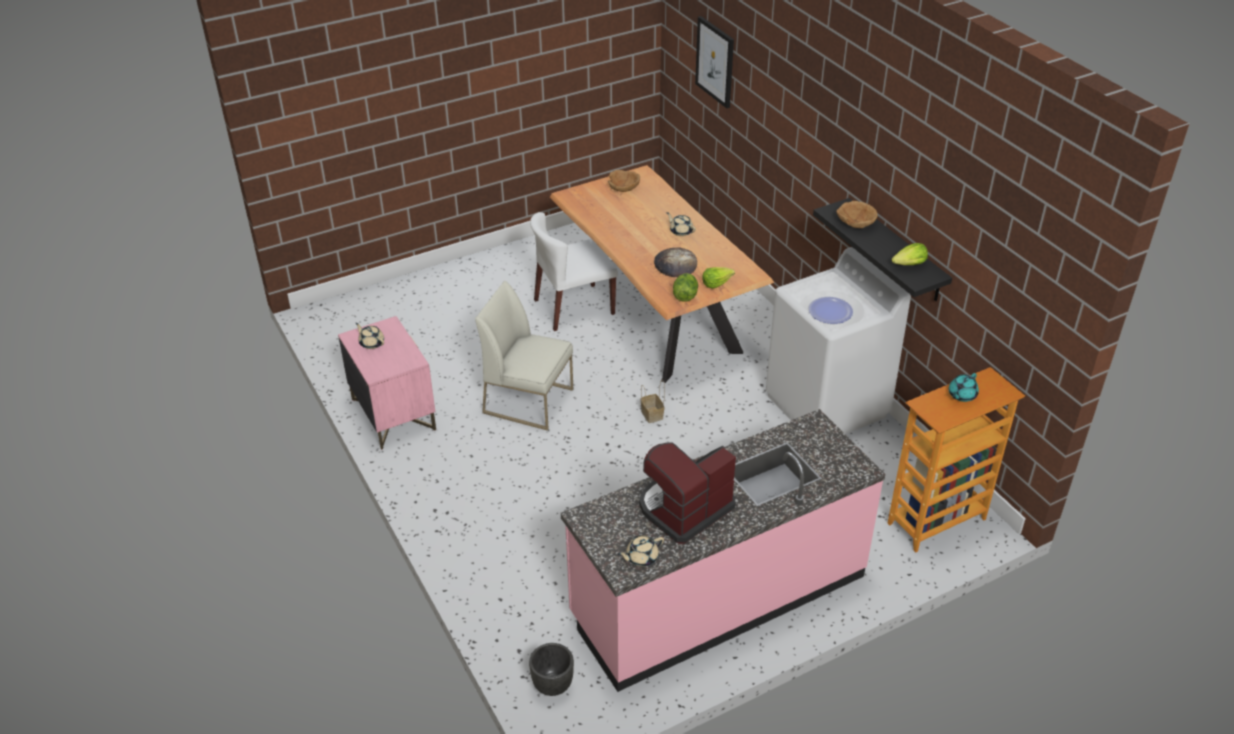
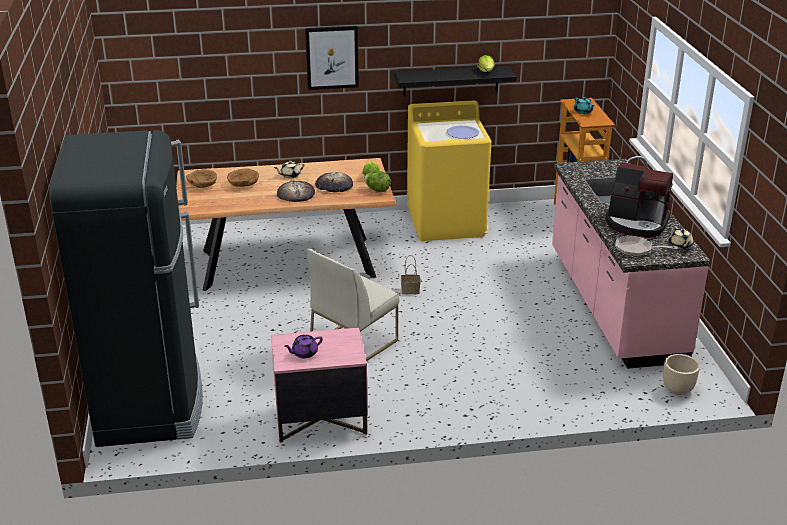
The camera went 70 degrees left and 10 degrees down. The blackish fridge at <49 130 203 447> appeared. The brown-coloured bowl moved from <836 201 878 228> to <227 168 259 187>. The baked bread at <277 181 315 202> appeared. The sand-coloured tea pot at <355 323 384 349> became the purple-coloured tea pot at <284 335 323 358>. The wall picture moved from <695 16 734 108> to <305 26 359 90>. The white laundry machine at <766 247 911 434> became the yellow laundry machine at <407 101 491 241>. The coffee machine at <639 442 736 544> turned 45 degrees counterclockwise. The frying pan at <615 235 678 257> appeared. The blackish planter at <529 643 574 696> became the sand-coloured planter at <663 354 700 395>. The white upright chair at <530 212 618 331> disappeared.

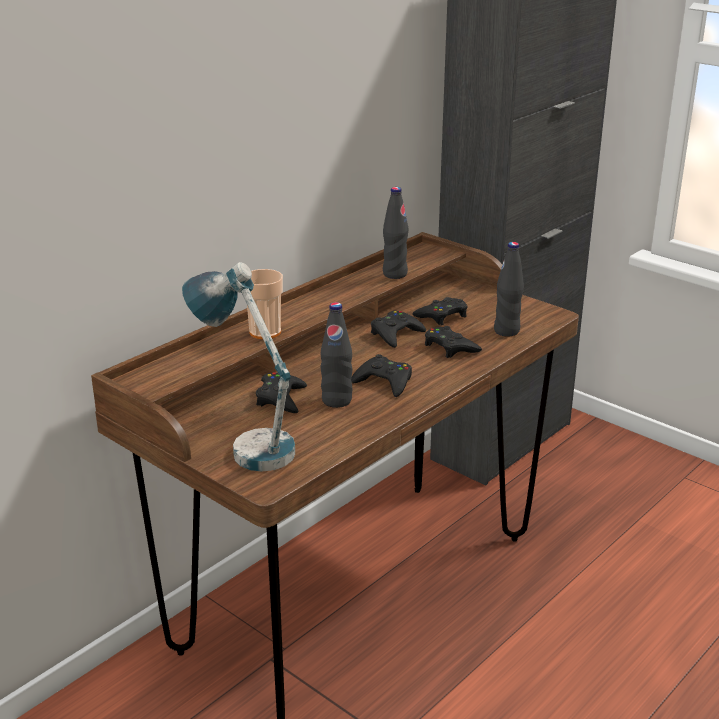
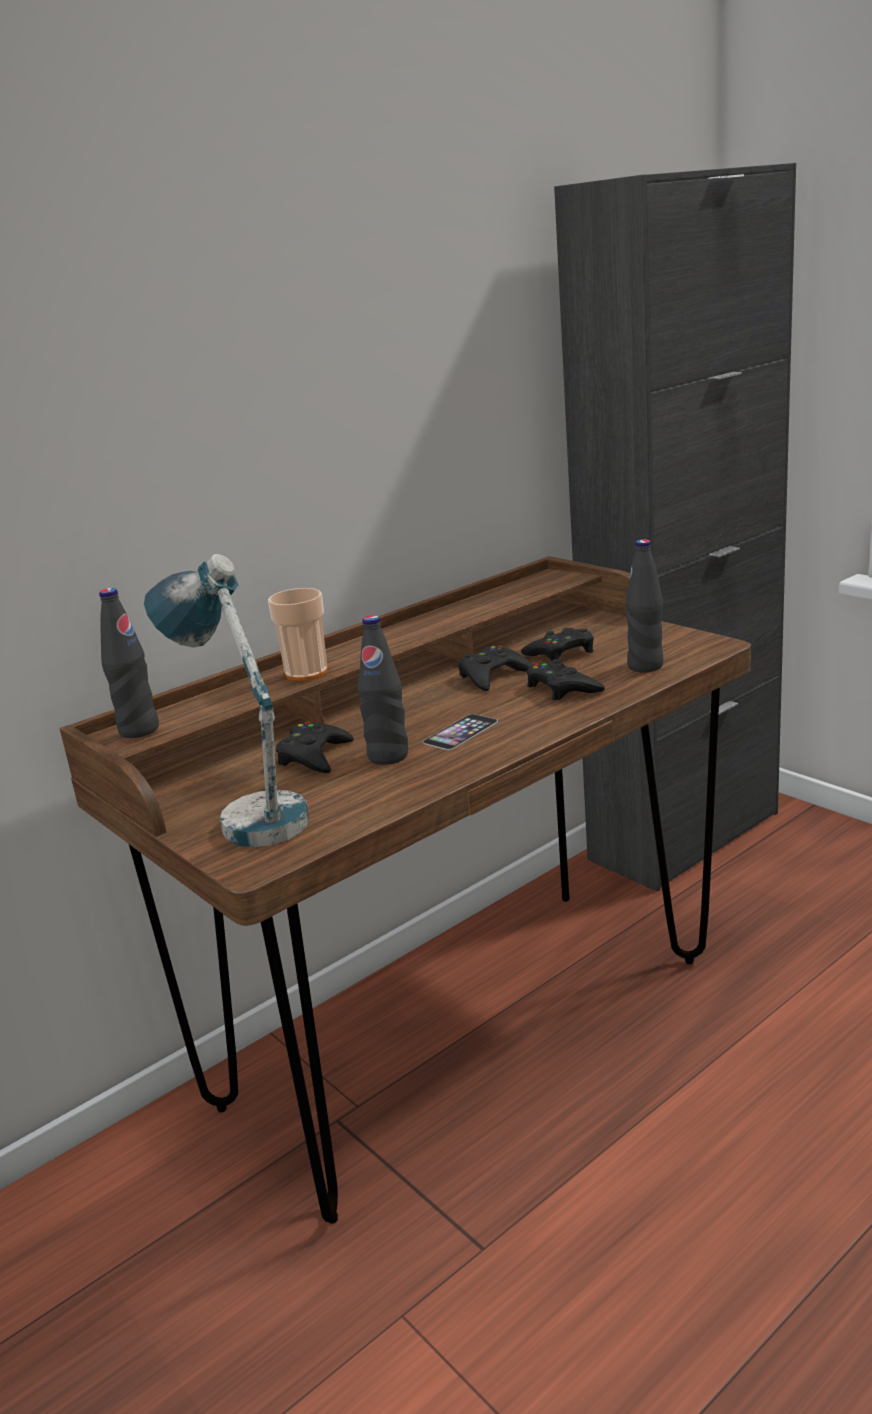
The camera went 10 degrees right and 5 degrees down. The blackish drink bottle moved from <383 187 408 279> to <99 588 159 738>. The blackish gamepad at <351 354 412 397> was replaced by the handset at <423 714 498 750>.

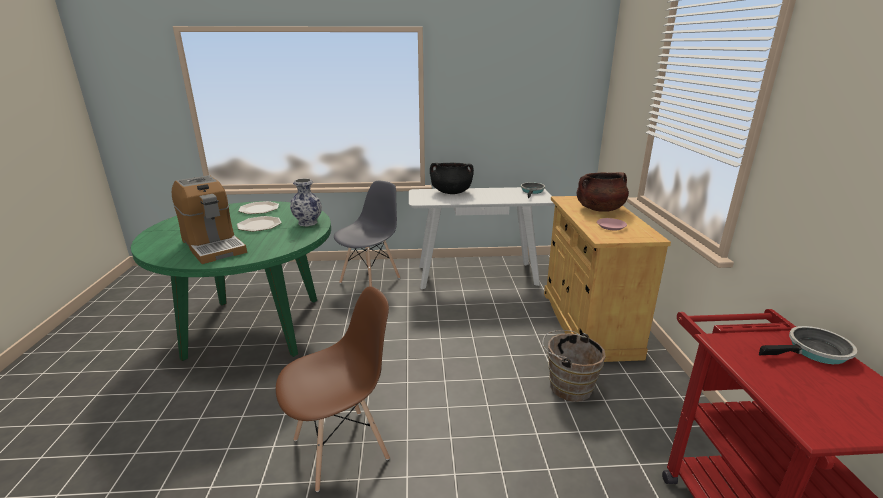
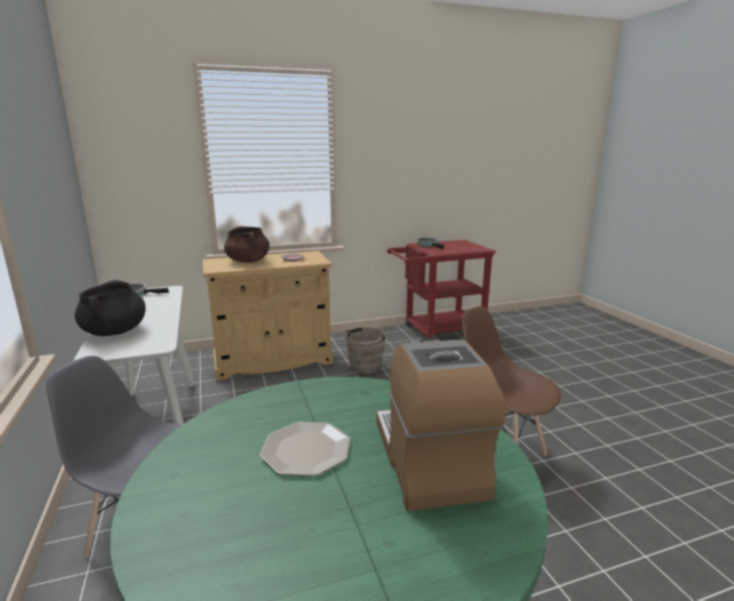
The camera went 105 degrees left and 5 degrees down. The coffee machine at <172 175 247 264> turned 45 degrees counterclockwise. The plate at <238 201 279 214> disappeared. The flower vase at <290 178 322 226> disappeared.

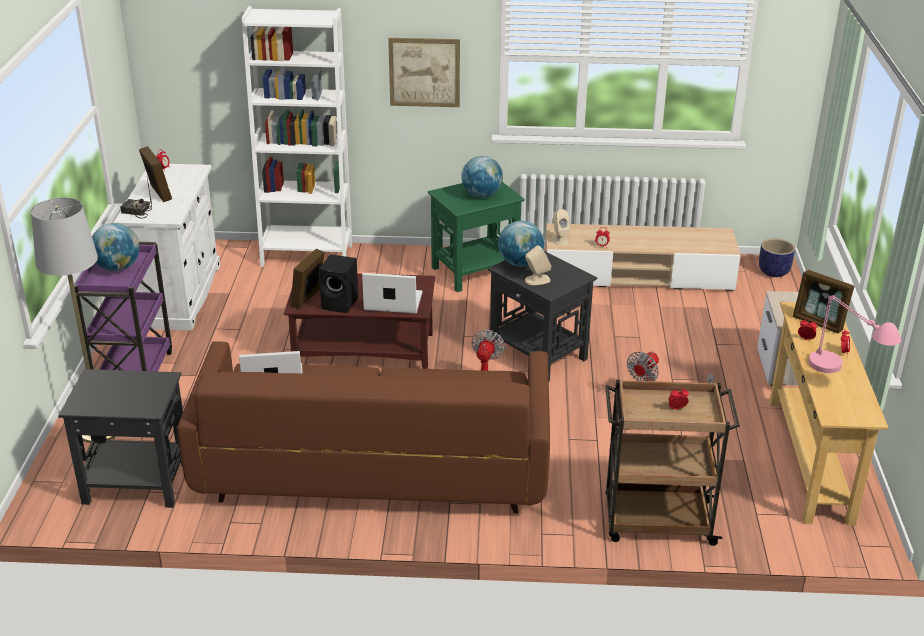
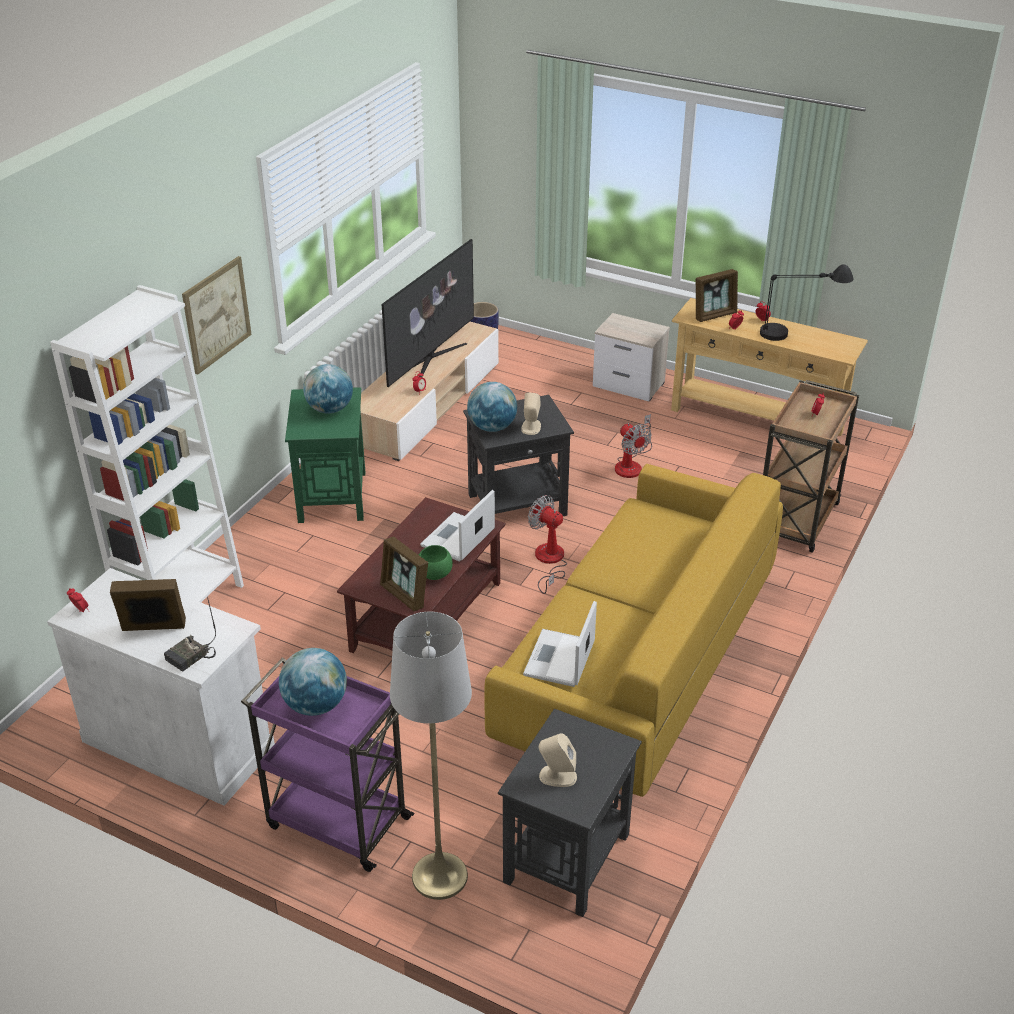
The camera went 65 degrees left and 5 degrees up. The TV set at <382 239 474 387> appeared. The blackish audio speaker at <319 254 358 313> was replaced by the greenish bowl at <419 545 453 580>. The brown-coloured sofa at <178 341 550 513> became the yellow sofa at <484 464 783 797>. The sand-coloured audio speaker moved from <551 209 570 245> to <539 733 577 787>. The pink-coloured table lamp at <809 295 901 373> became the blackish table lamp at <760 264 854 341>.

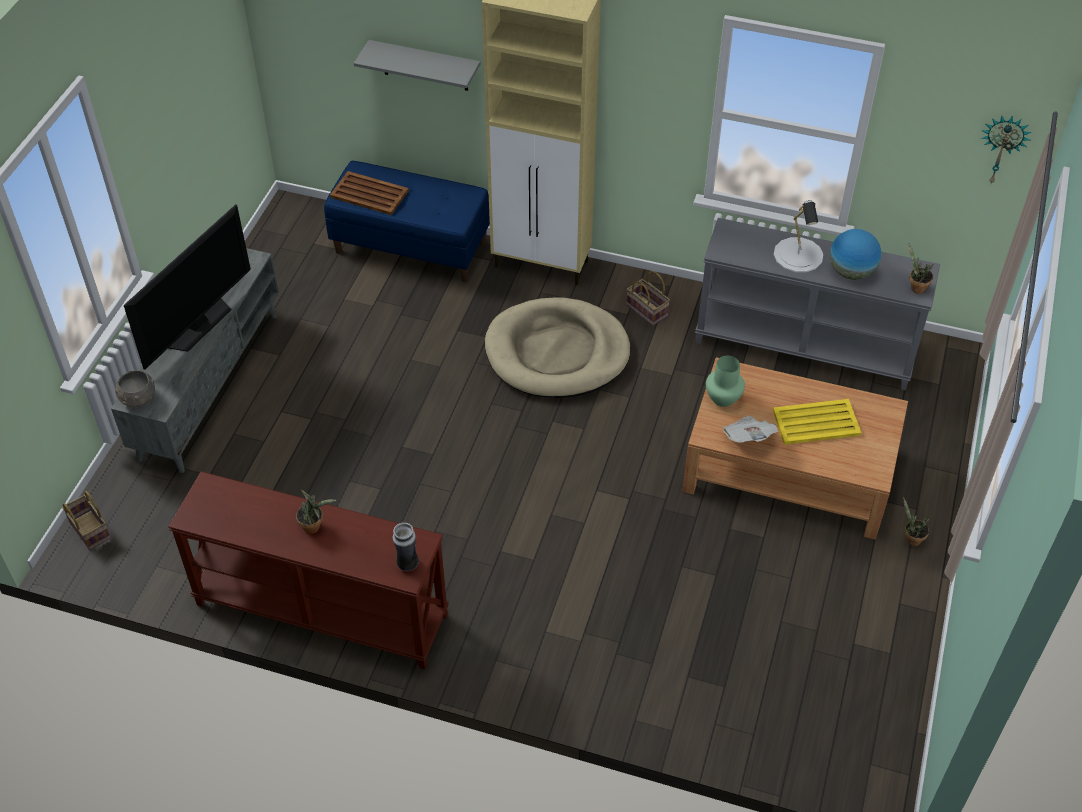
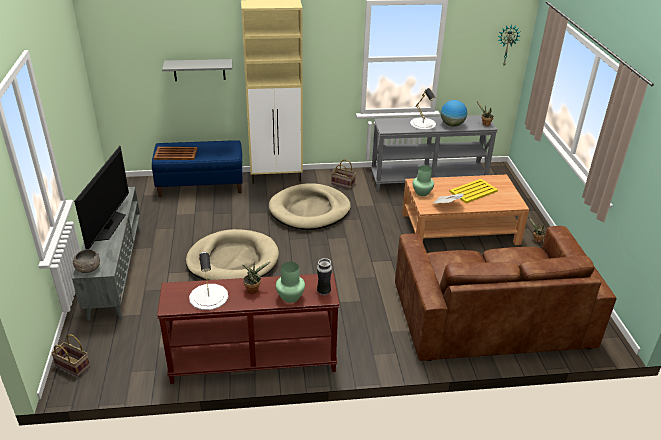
The camera went 25 degrees left and 15 degrees down. The sand-coloured pet bed at <186 229 279 280> appeared. The white table lamp at <189 252 228 310> appeared. The greenish flower vase at <276 262 305 303> appeared. The brown-coloured sofa at <395 226 617 361> appeared.

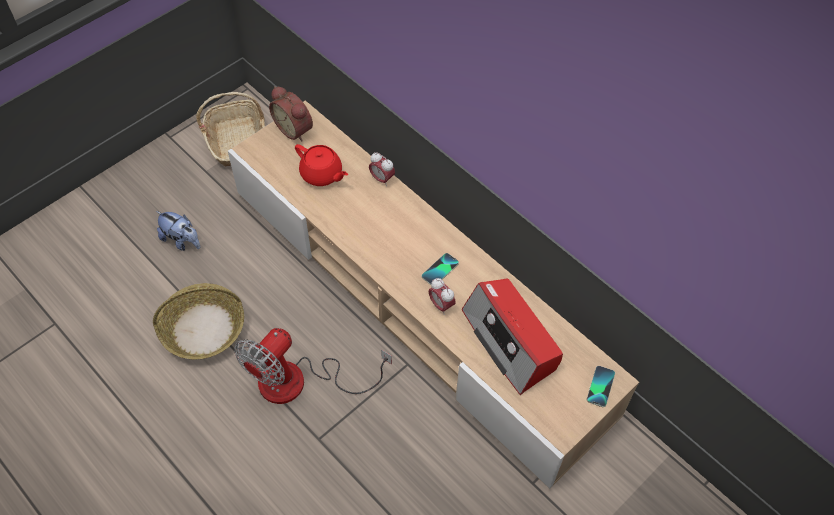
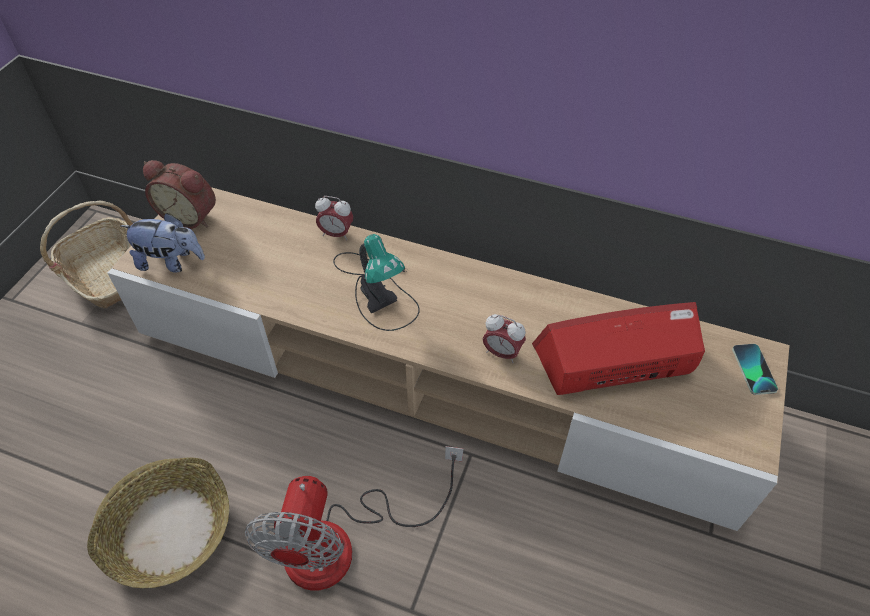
The camera went 25 degrees left and 5 degrees down. The soft toy moved from <156 211 200 251> to <120 213 205 273>. The table lamp at <333 234 420 331> appeared. The radio receiver at <462 278 563 395> turned 135 degrees clockwise. The red-coloured tea pot at <295 144 348 186> disappeared. The handset at <422 253 459 285> disappeared.

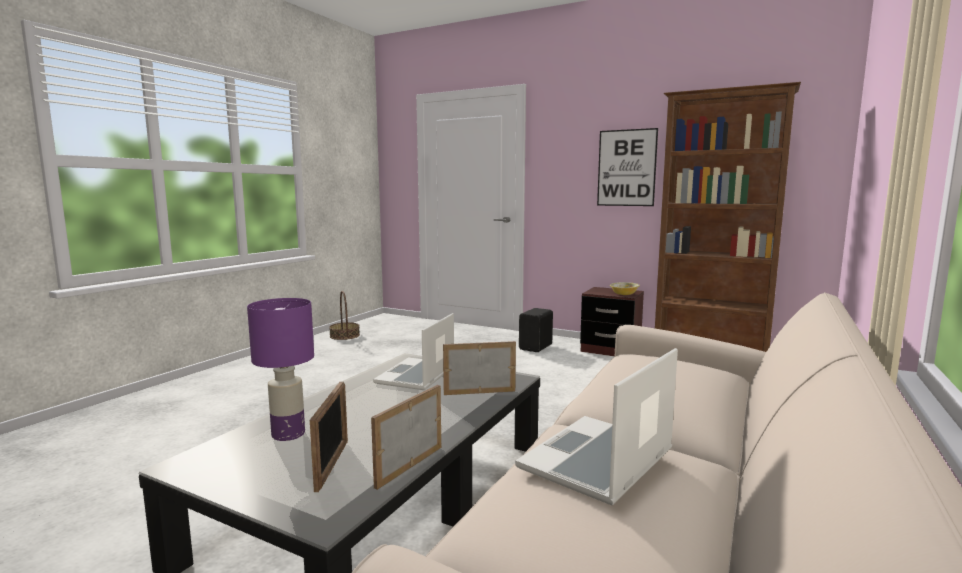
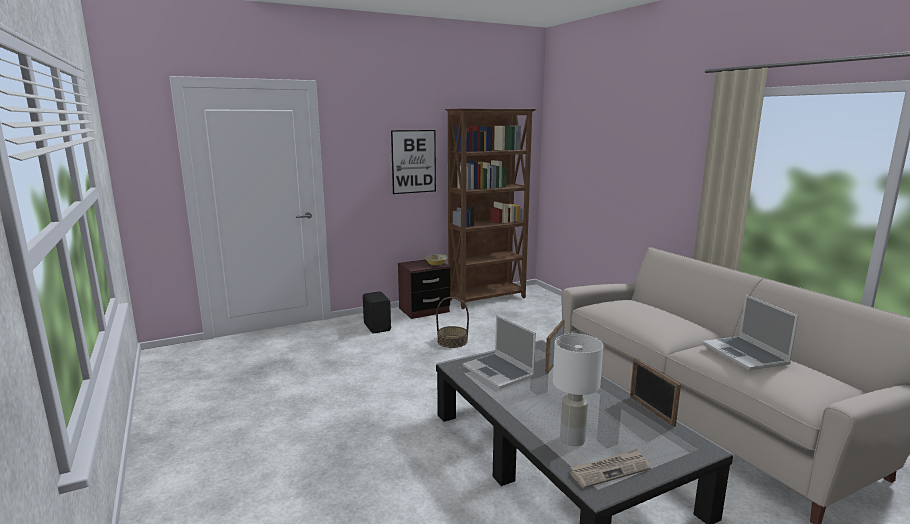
The camera went 55 degrees left and 5 degrees up. The storage basket moved from <329 291 360 340> to <436 297 469 348>. The purple-coloured table lamp at <247 298 314 441> became the white table lamp at <553 334 603 446>. The newspaper at <570 449 651 488> appeared. The standing frame at <310 382 348 492> disappeared.

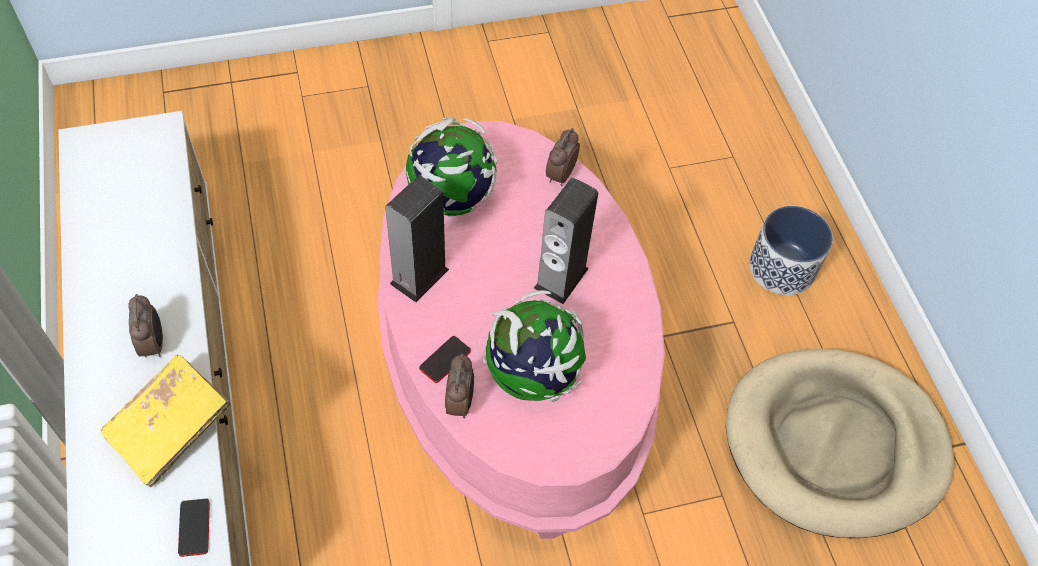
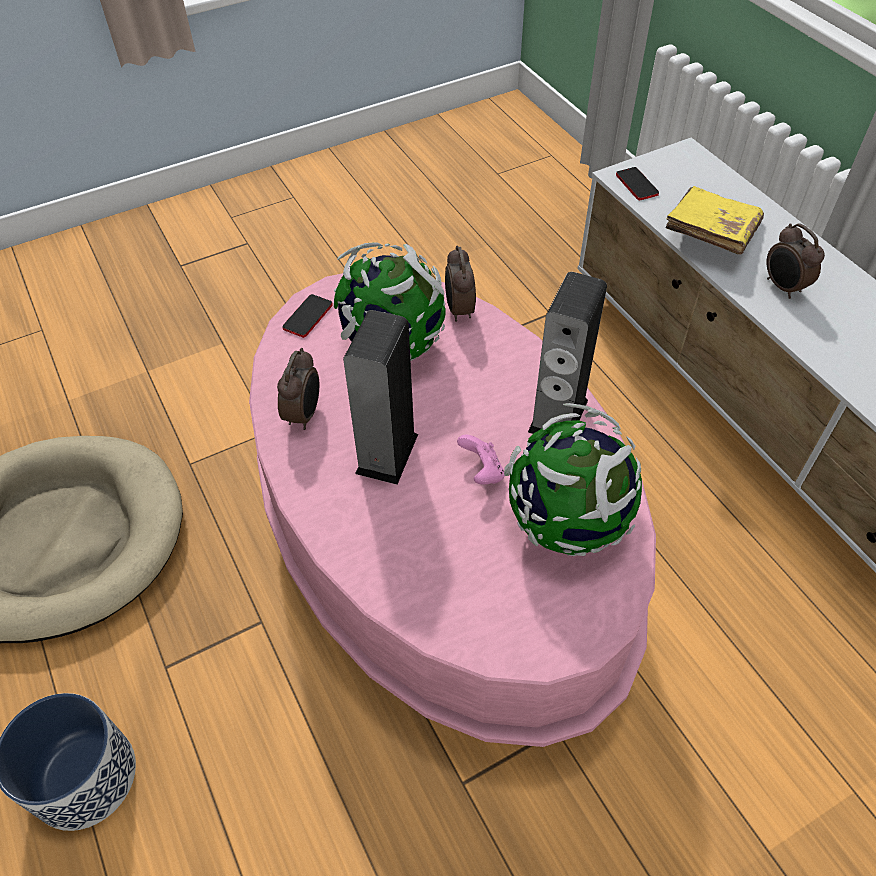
The camera went 170 degrees right and 5 degrees down. The table clock moved from <546 128 580 186> to <277 348 319 430>. The handset moved from <419 336 471 383> to <283 294 333 338>. The pink-coloured gamepad at <457 435 505 485> appeared.

